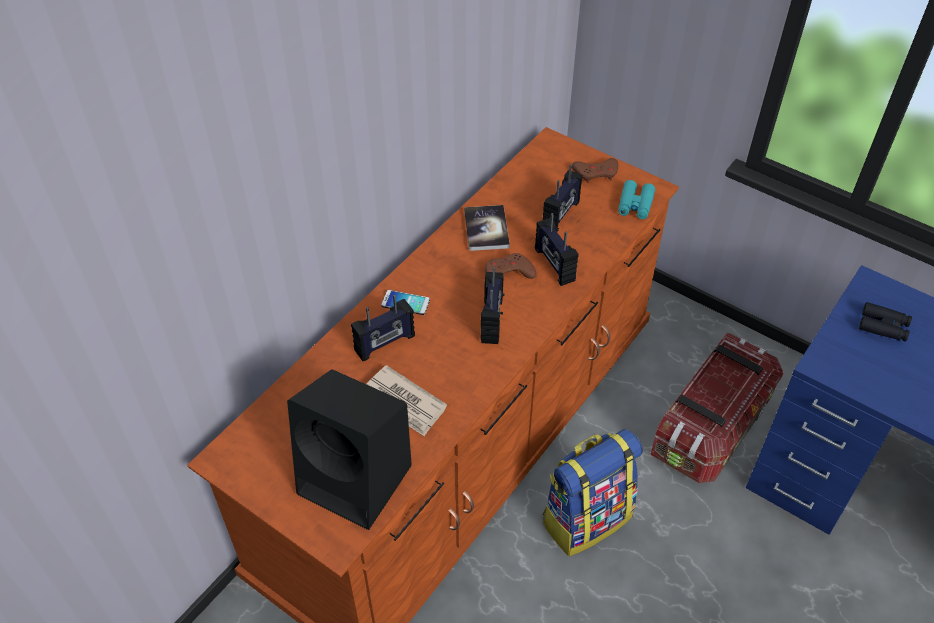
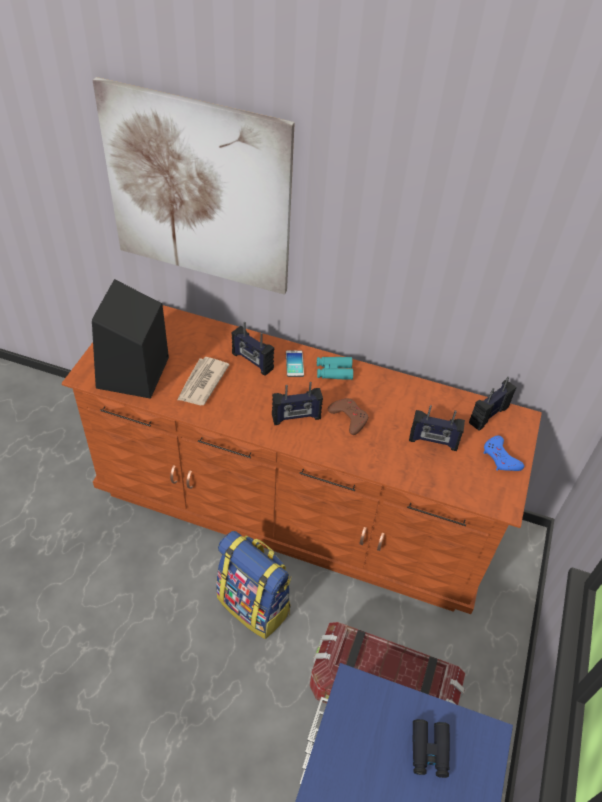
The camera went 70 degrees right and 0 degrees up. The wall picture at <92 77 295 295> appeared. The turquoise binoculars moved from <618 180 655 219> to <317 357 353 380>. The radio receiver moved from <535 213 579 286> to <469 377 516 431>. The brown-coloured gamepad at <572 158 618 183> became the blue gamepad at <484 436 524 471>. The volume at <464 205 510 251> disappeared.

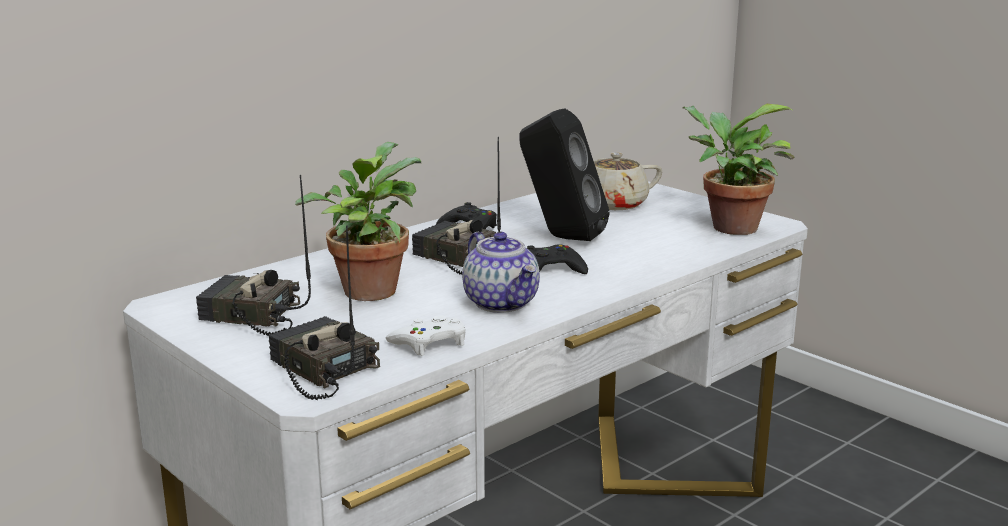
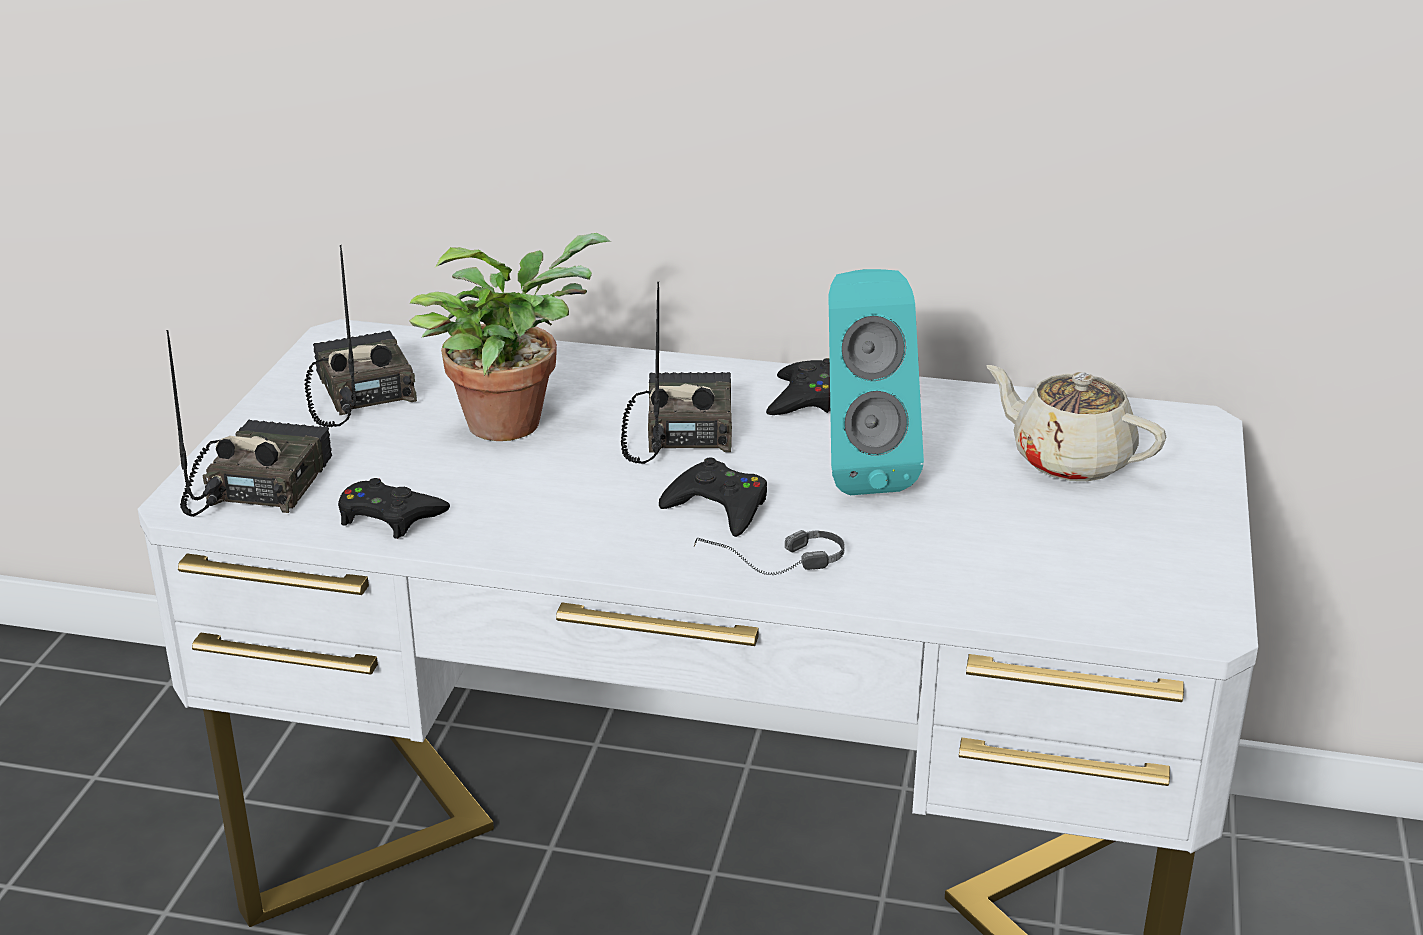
The camera went 55 degrees right and 10 degrees up. The white gamepad at <386 315 466 356> became the blackish gamepad at <338 478 450 539>. The headphones at <694 530 845 575> appeared. The blackish audio speaker at <519 108 609 241> became the turquoise audio speaker at <829 269 924 495>. The tea pot at <462 232 540 313> disappeared. The plant in a pot at <682 104 795 235> disappeared.

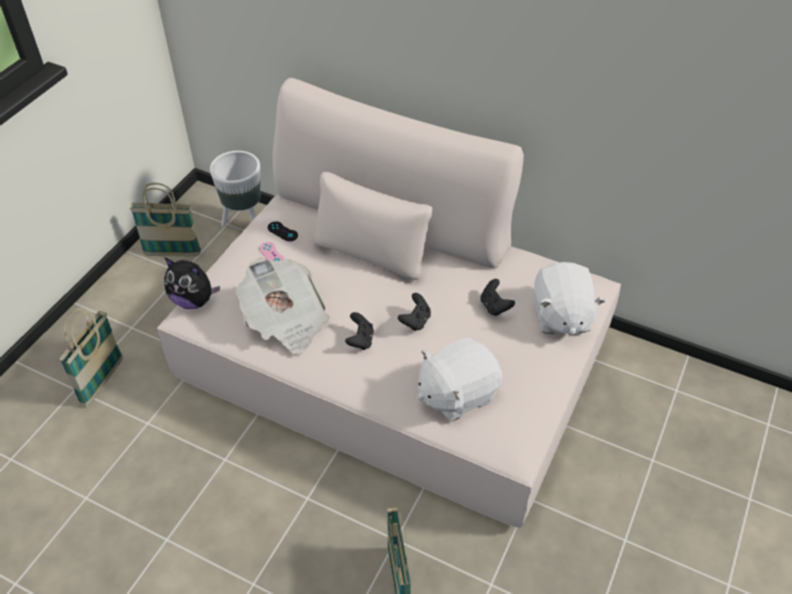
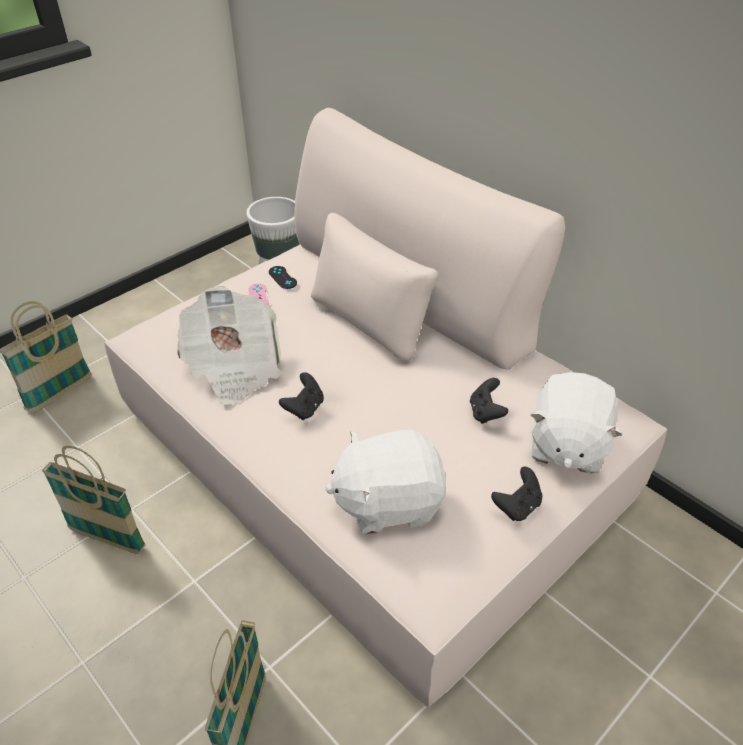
The camera went 20 degrees right and 5 degrees down. The storage basket moved from <130 183 201 256> to <42 446 146 554>. The blackish gamepad moved from <398 293 431 331> to <491 467 543 521>. The soft toy at <164 257 220 309> disappeared.

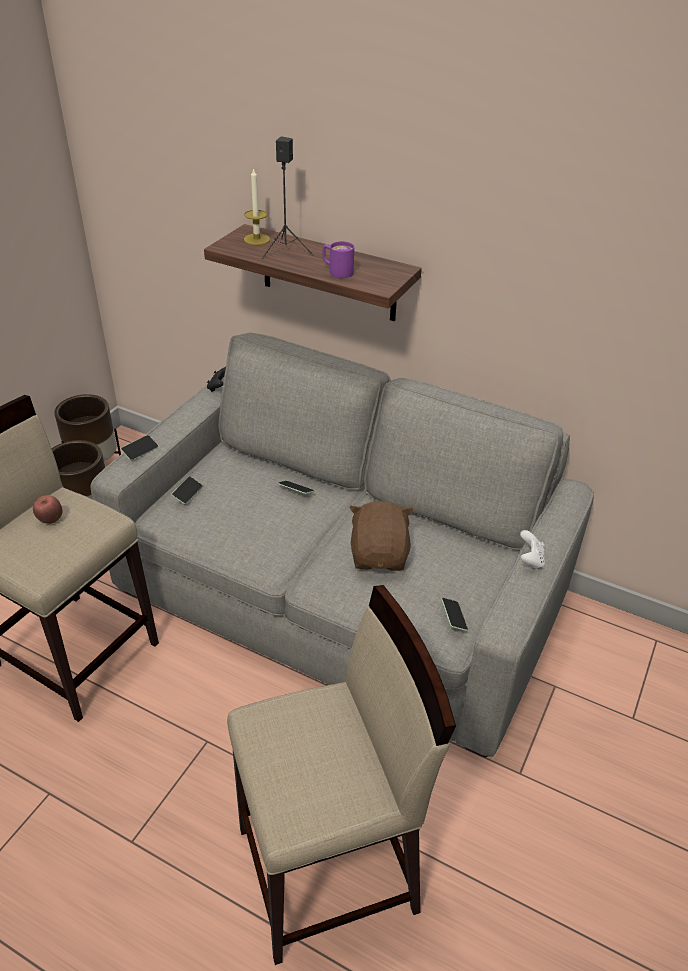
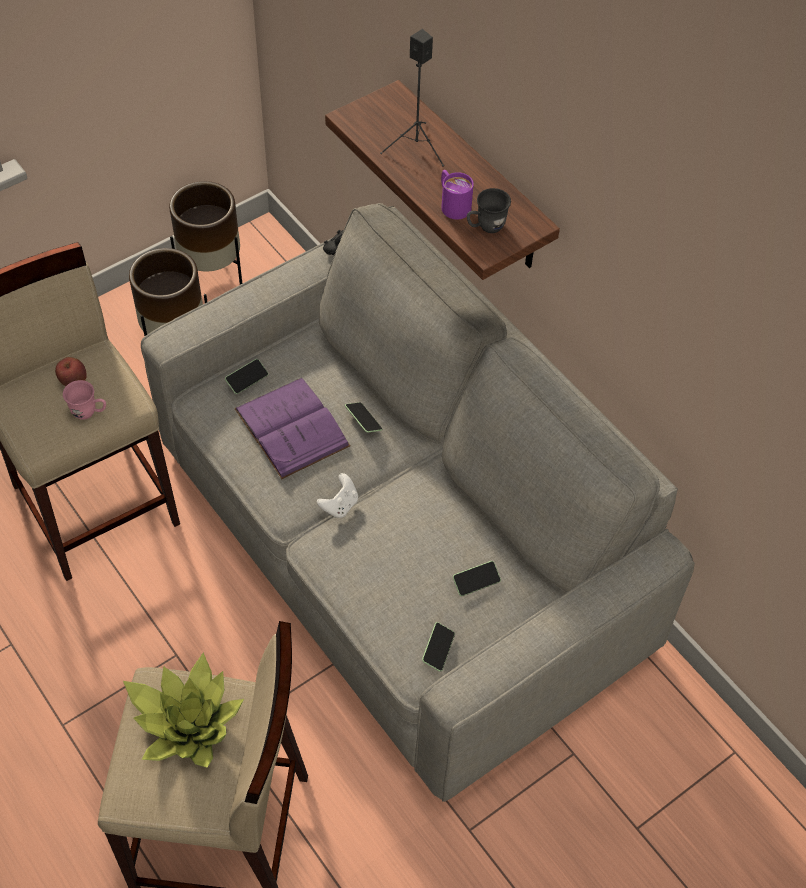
The camera went 25 degrees right and 15 degrees up. The pink-coloured coffee mug at <63 380 106 420> appeared. The plant in a pot at <123 652 244 768> appeared. The purple-coloured volume at <234 378 351 479> appeared. The white gamepad moved from <520 530 545 569> to <317 473 358 518>. The handset moved from <120 435 159 461> to <453 561 501 596>. The gray coffee mug at <467 188 511 233> appeared. The wax light at <244 167 270 245> disappeared. The brown-coloured soft toy at <349 501 414 571> disappeared.

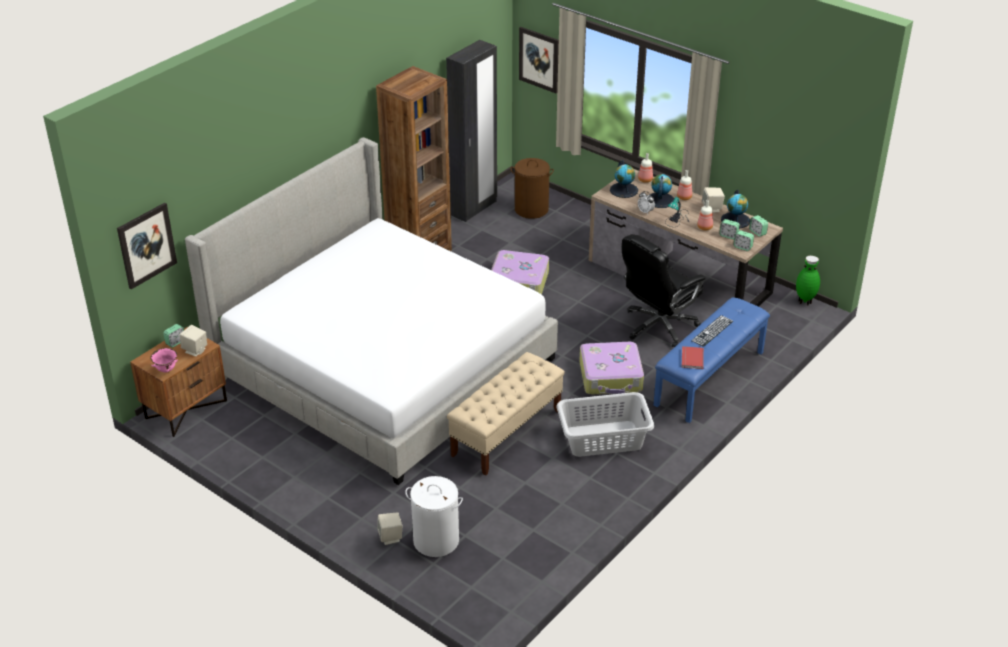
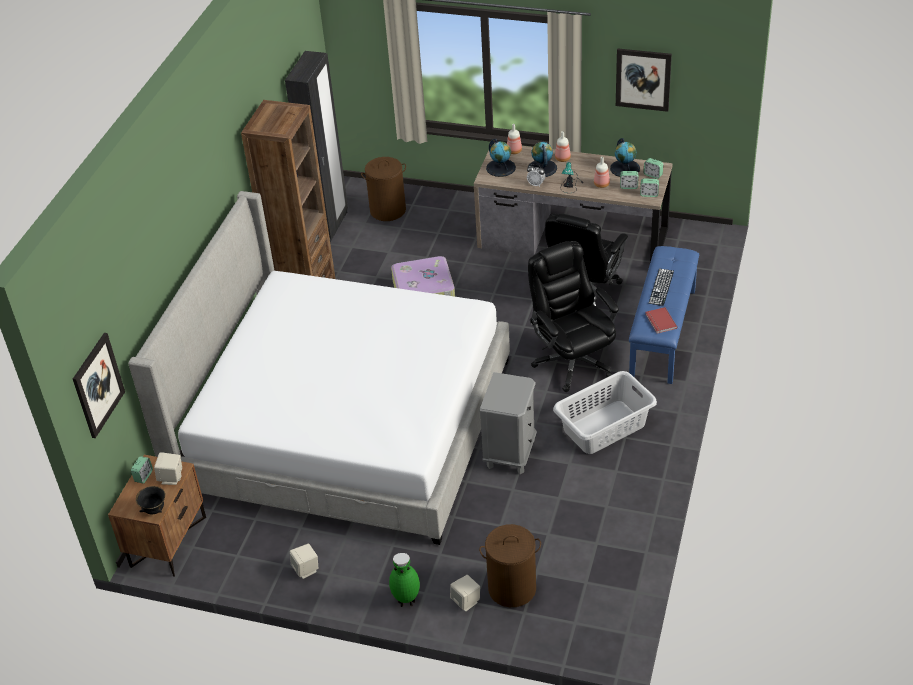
The camera went 20 degrees left and 5 degrees up. The pink-coloured bowl at <150 348 178 372> became the blackish bowl at <136 486 165 514>. The sand-coloured audio speaker moved from <702 187 725 213> to <290 544 318 579>. The greenish flower vase moved from <796 256 820 306> to <389 553 420 607>. The white laundry basket at <405 476 463 557> became the brown-coloured laundry basket at <479 524 541 607>. The sand-coloured long seat at <447 352 565 476> was replaced by the gray nightstand at <480 372 537 474>. The suitcase at <579 342 644 394> was replaced by the blackish office chair at <528 241 619 392>. The wall picture moved from <519 27 559 93> to <616 48 672 112>.

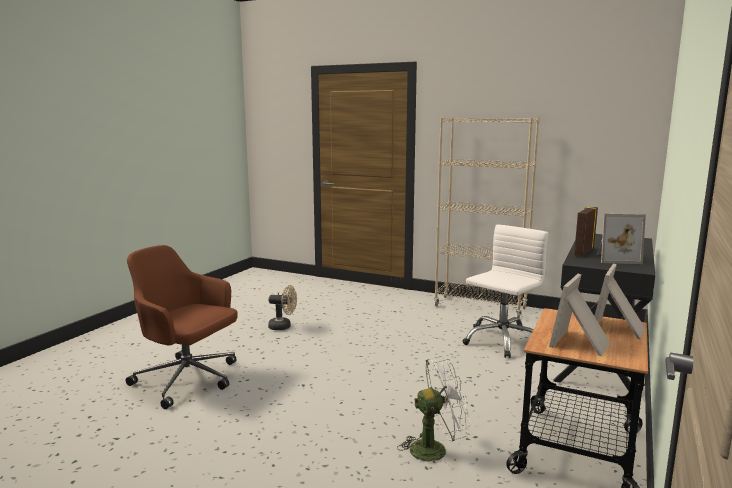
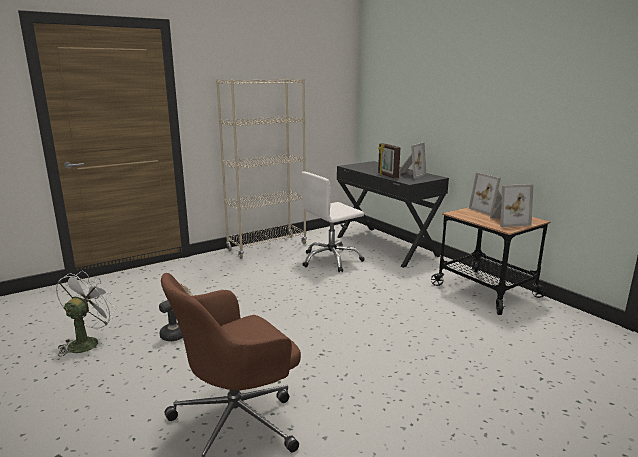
The camera went 60 degrees left and 5 degrees up. The white fan moved from <397 356 471 469> to <56 271 117 357>. The white office chair at <462 224 548 358> turned 105 degrees counterclockwise. The standing frame at <549 274 610 356> turned 75 degrees counterclockwise.

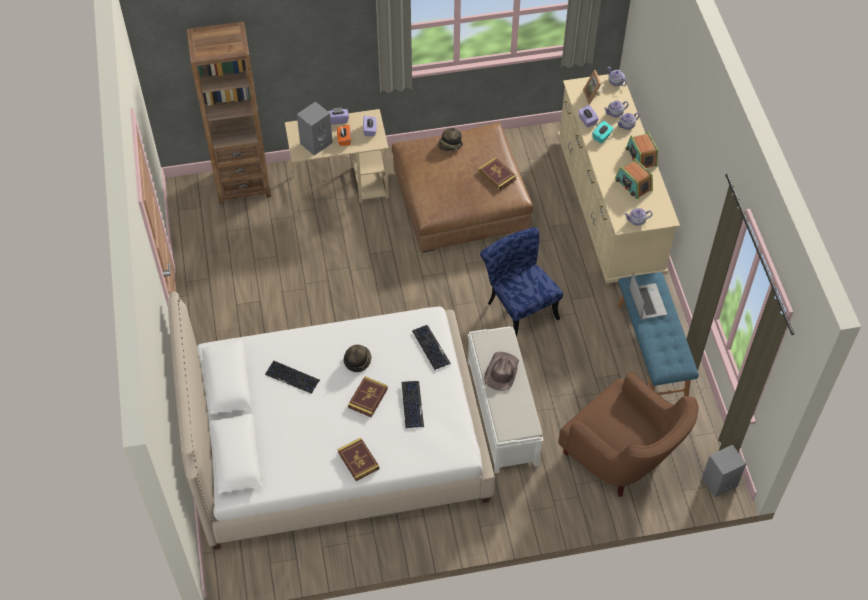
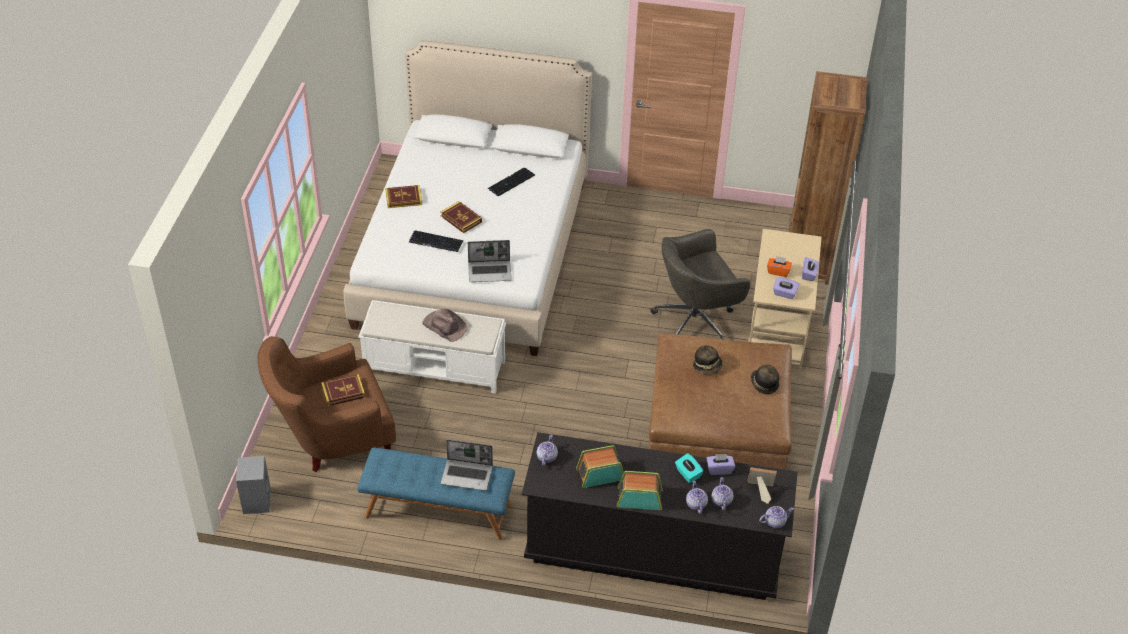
The camera went 110 degrees right and 10 degrees down. The volume moved from <478 157 517 191> to <321 374 365 406>. The keyboard at <412 325 451 370> was replaced by the portable computer at <468 240 512 282>. The sand-coloured dresser at <557 74 680 284> became the blackish dresser at <522 432 798 600>. The gray office chair at <651 229 750 340> appeared. The hat moved from <344 345 371 372> to <693 345 723 375>. The gray audio speaker at <297 101 333 156> disappeared. The blue upright chair at <480 227 563 337> disappeared.

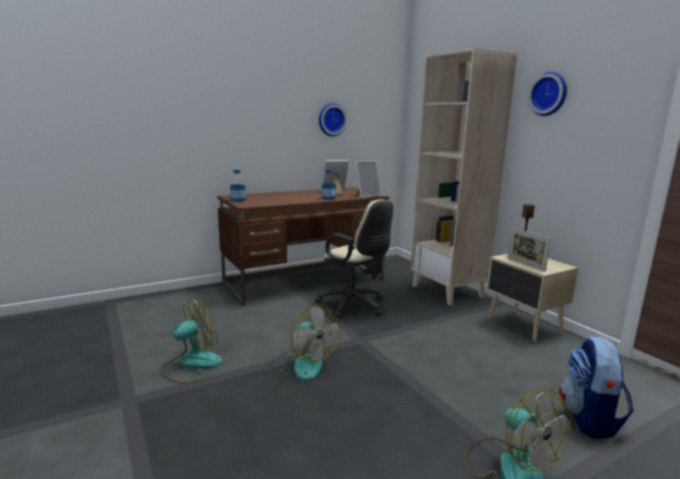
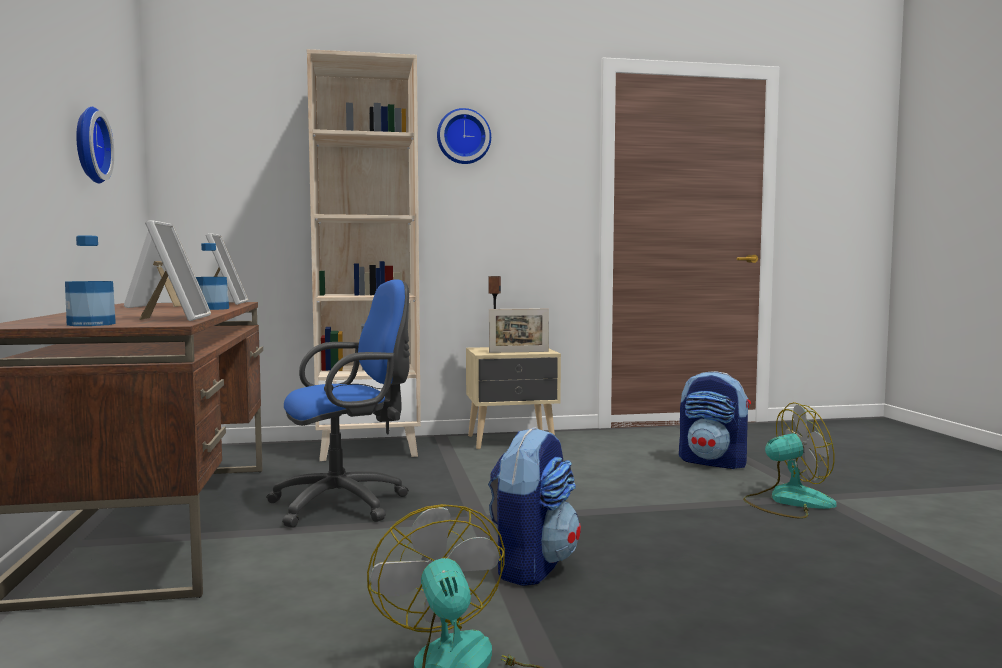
The camera went 70 degrees left and 10 degrees down. The standing frame at <139 220 211 321> appeared. The sand-coloured office chair at <315 199 393 318> became the blue office chair at <266 279 410 528>. The fan at <269 304 340 381> was replaced by the knapsack at <488 427 581 586>.

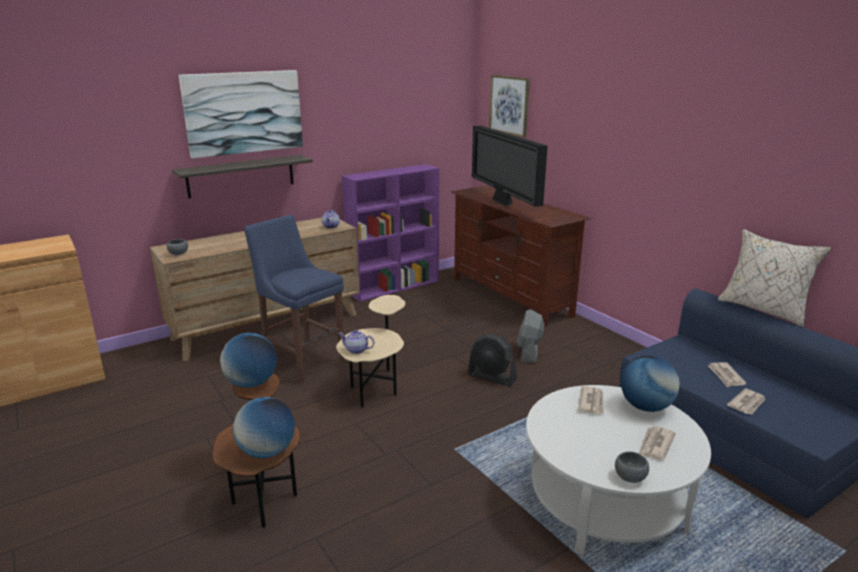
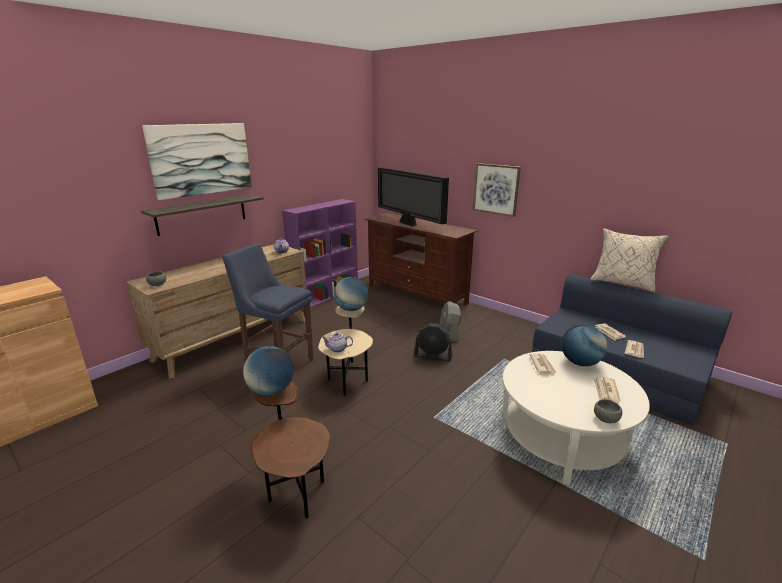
The camera went 15 degrees left and 0 degrees up. The desk globe moved from <233 397 295 459> to <334 277 368 311>. The wall picture moved from <489 75 530 138> to <473 163 521 217>.

